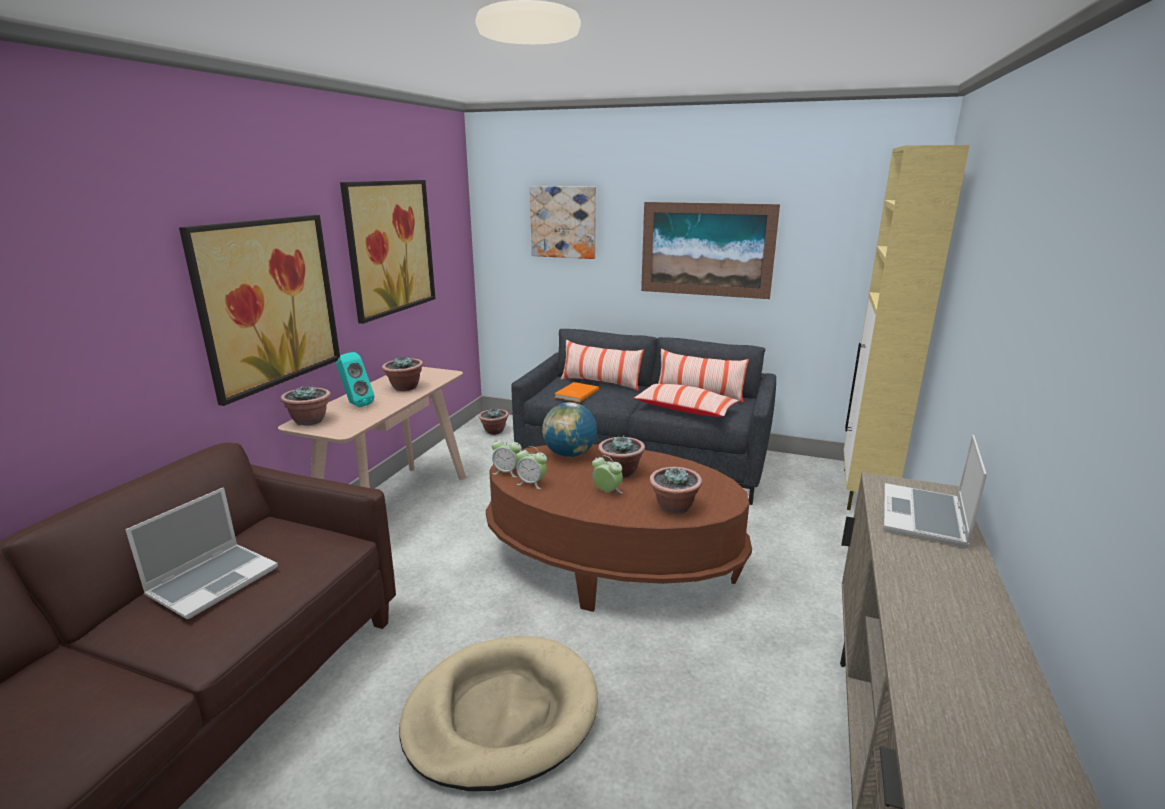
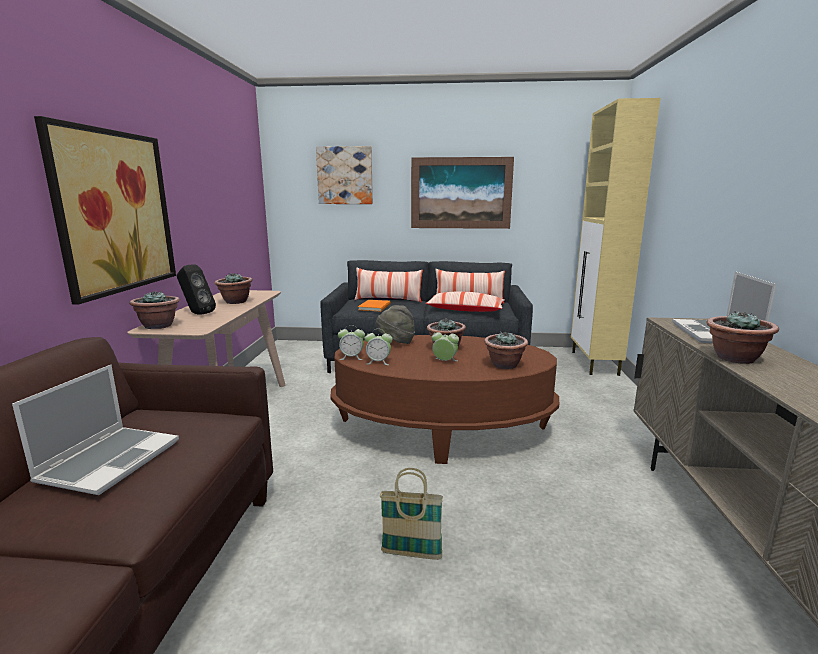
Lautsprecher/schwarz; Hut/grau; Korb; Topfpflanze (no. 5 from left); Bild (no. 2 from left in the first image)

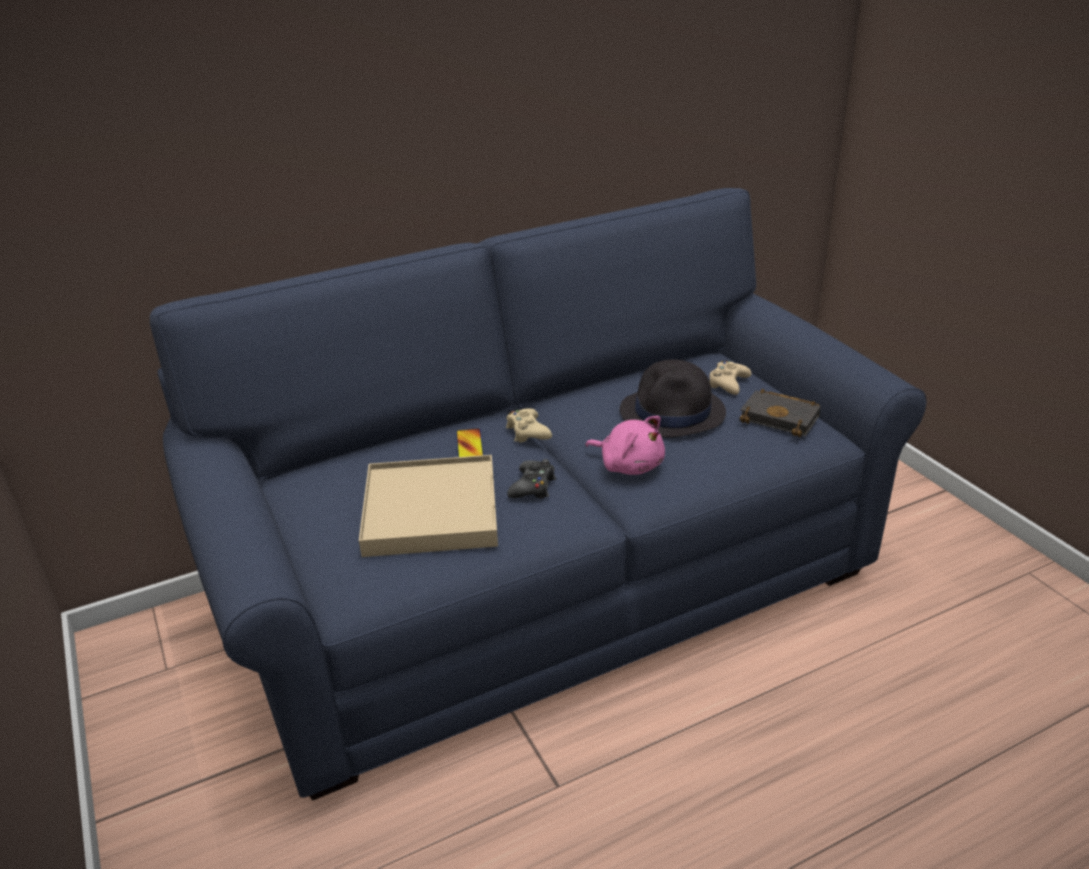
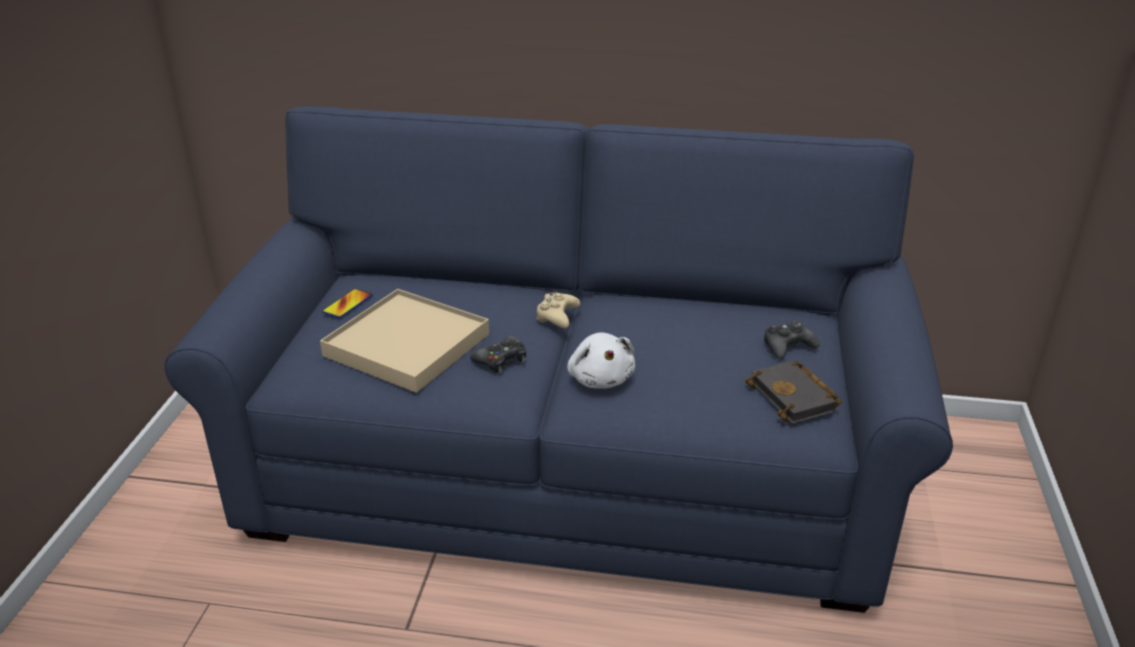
Handy; Plüschtier/weiß; Gamepad/schwarz (no. 2 from left); Hut/schwarz

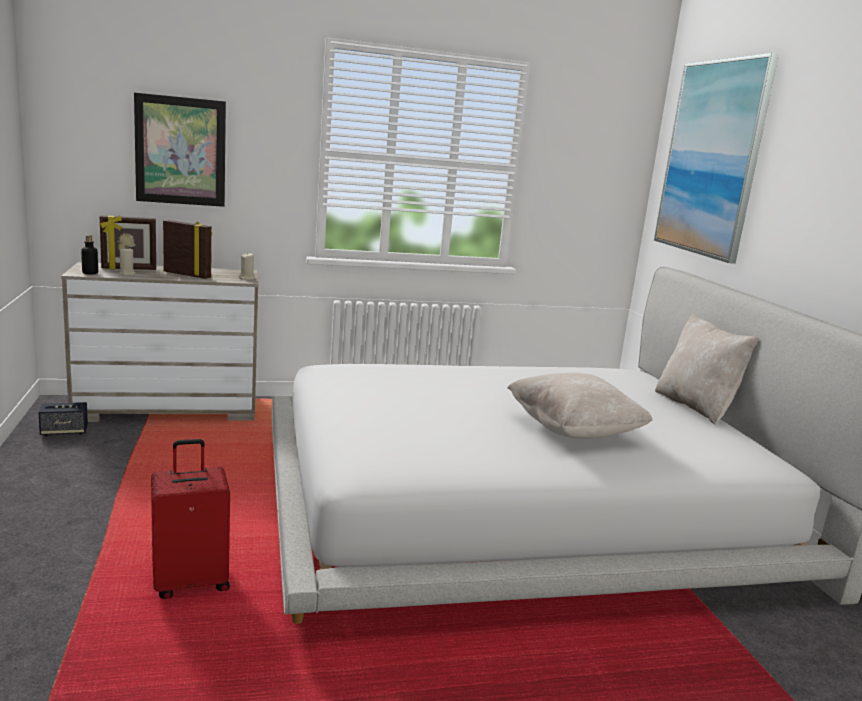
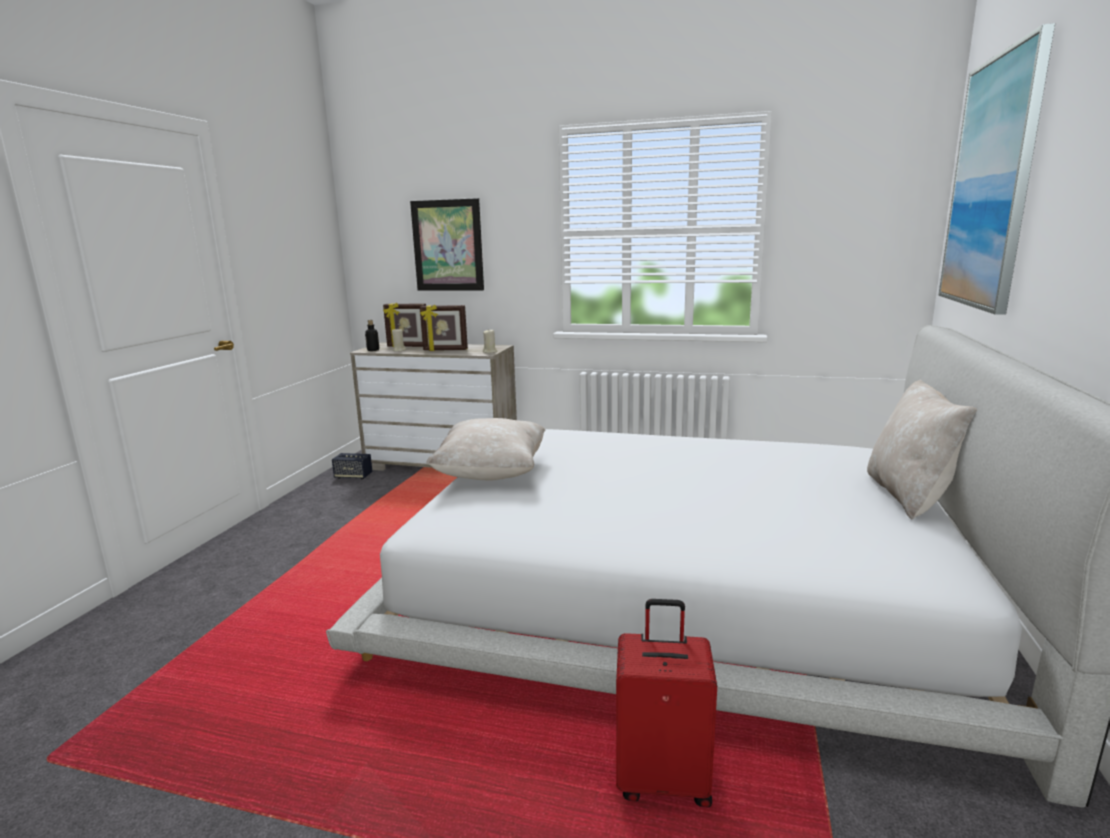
Bilderrahmen (no. 2 from left); Kissen/beige (no. 1 from left); Koffer/rot

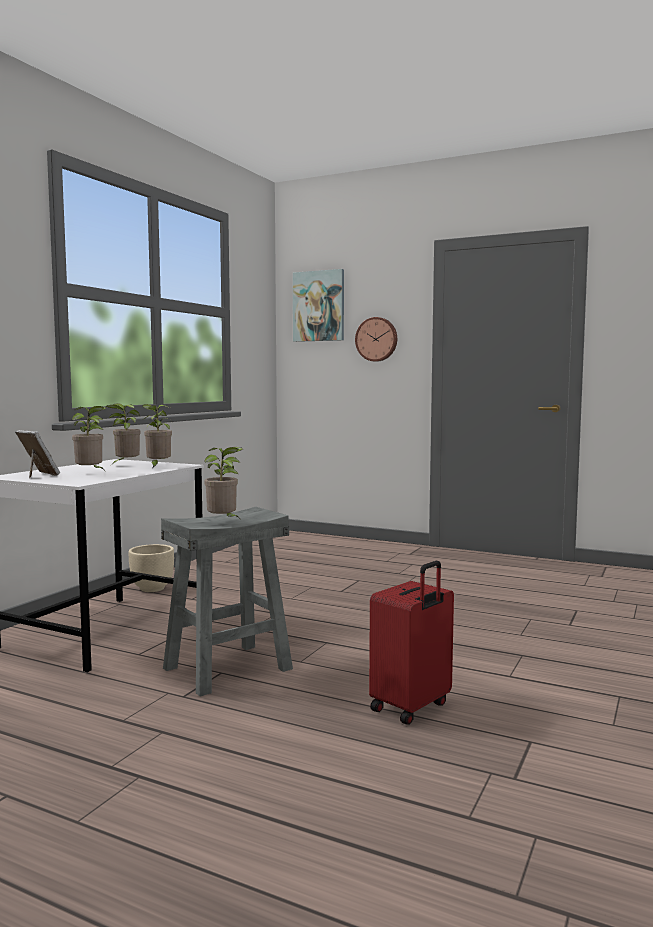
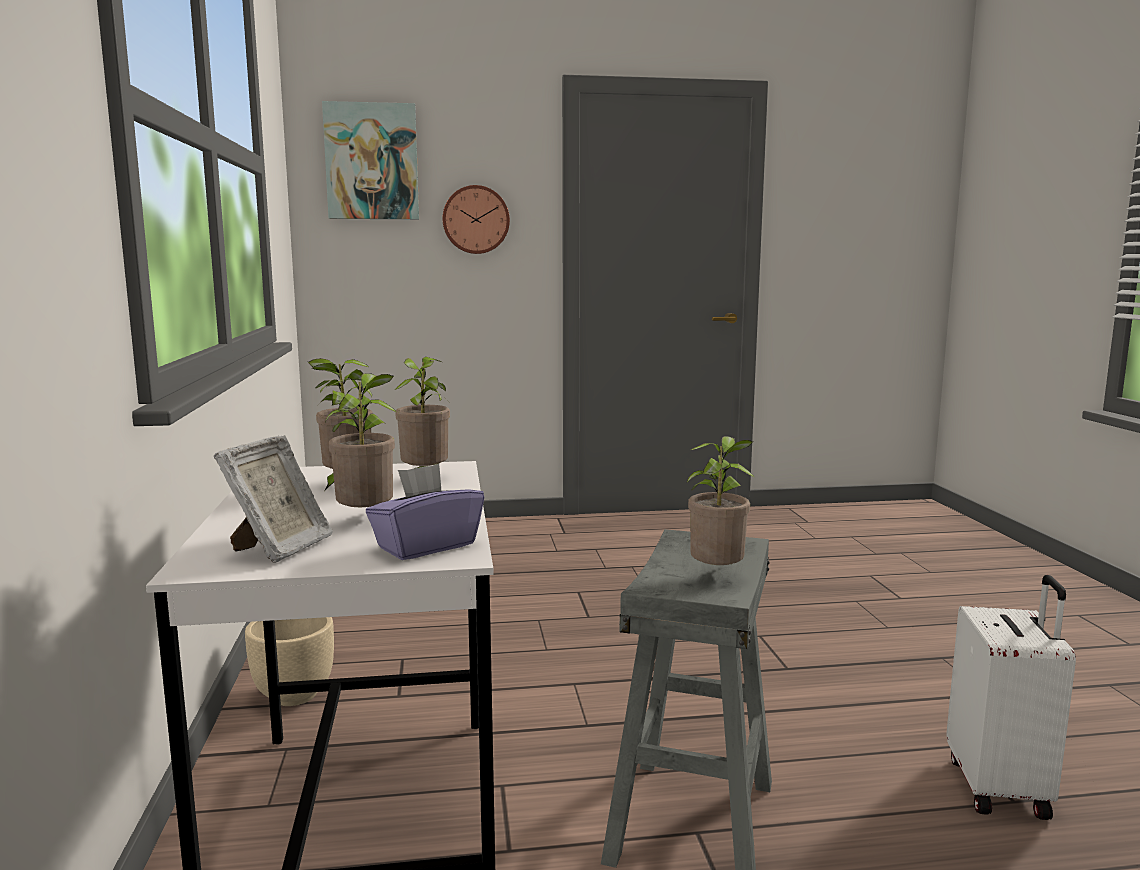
Bilderrahmen; Taschentuchbox/lila; Koffer/weiß

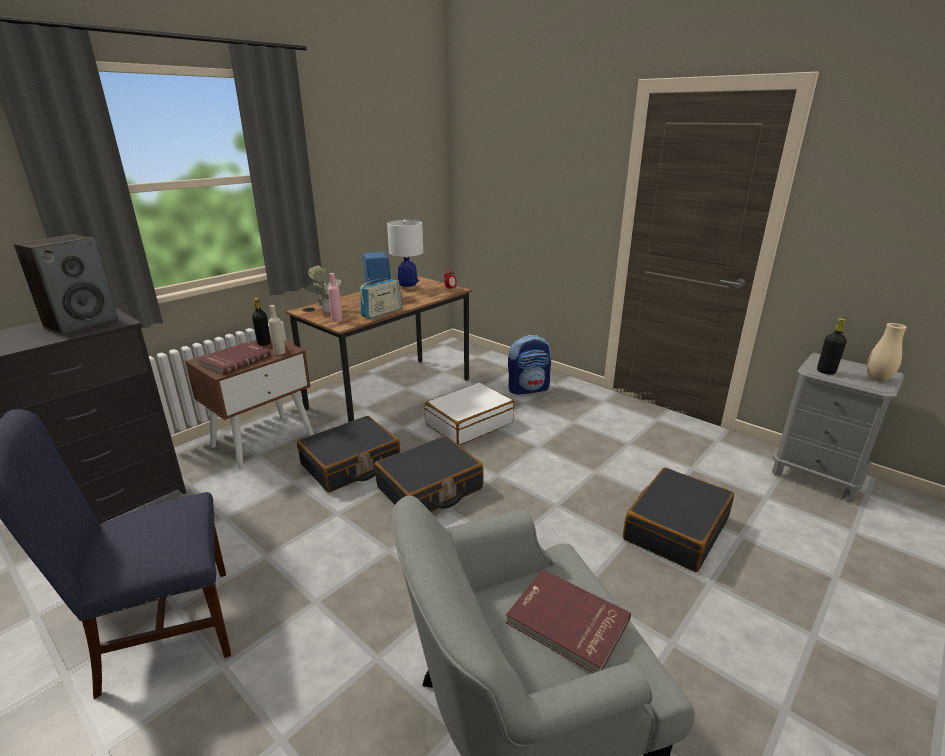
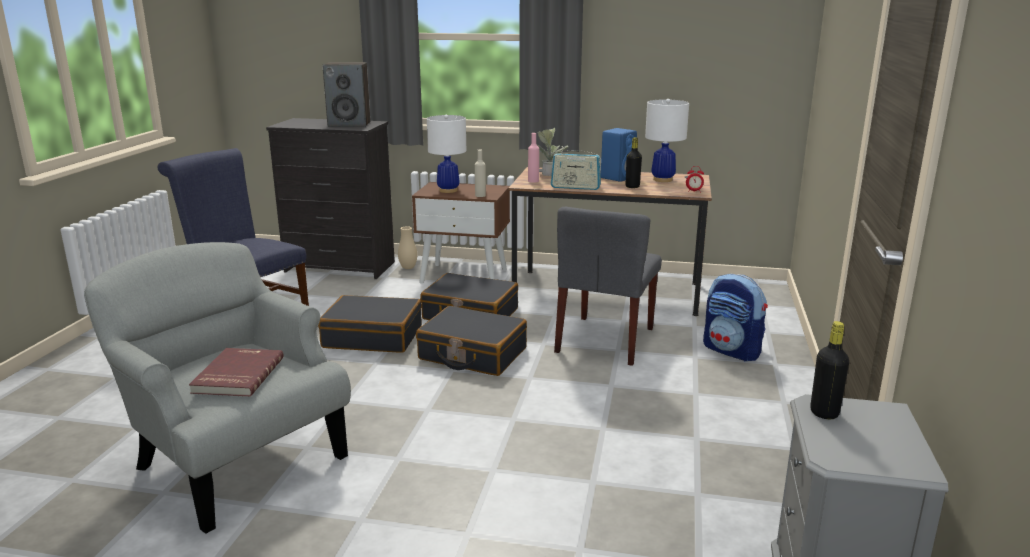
Koffer/schwarz (no. 1 from left); Vase/beige; Tischlampe/weiß (no. 1 from left); Stuhl/grau; Flasche/schwarz (no. 1 from left)

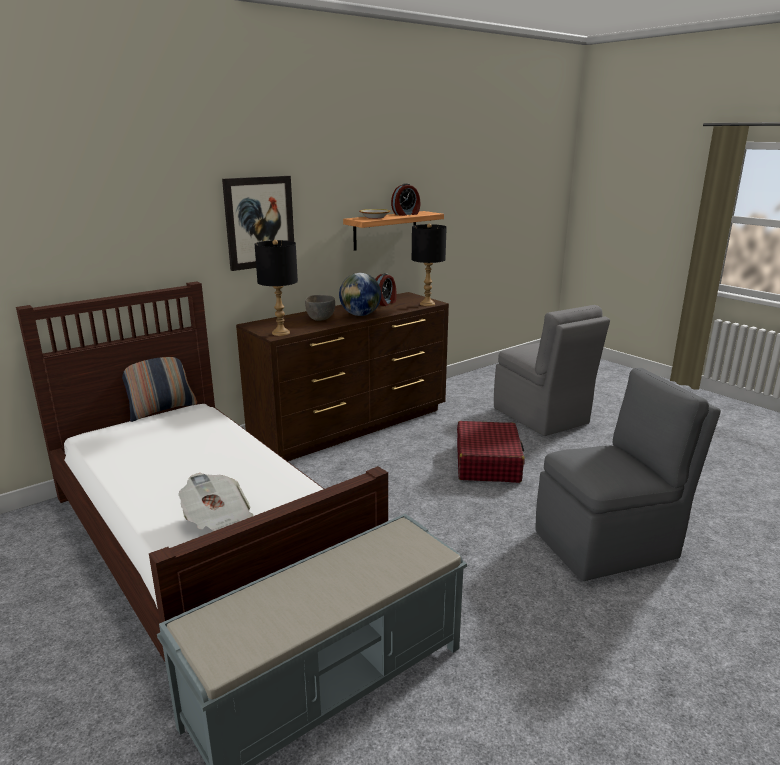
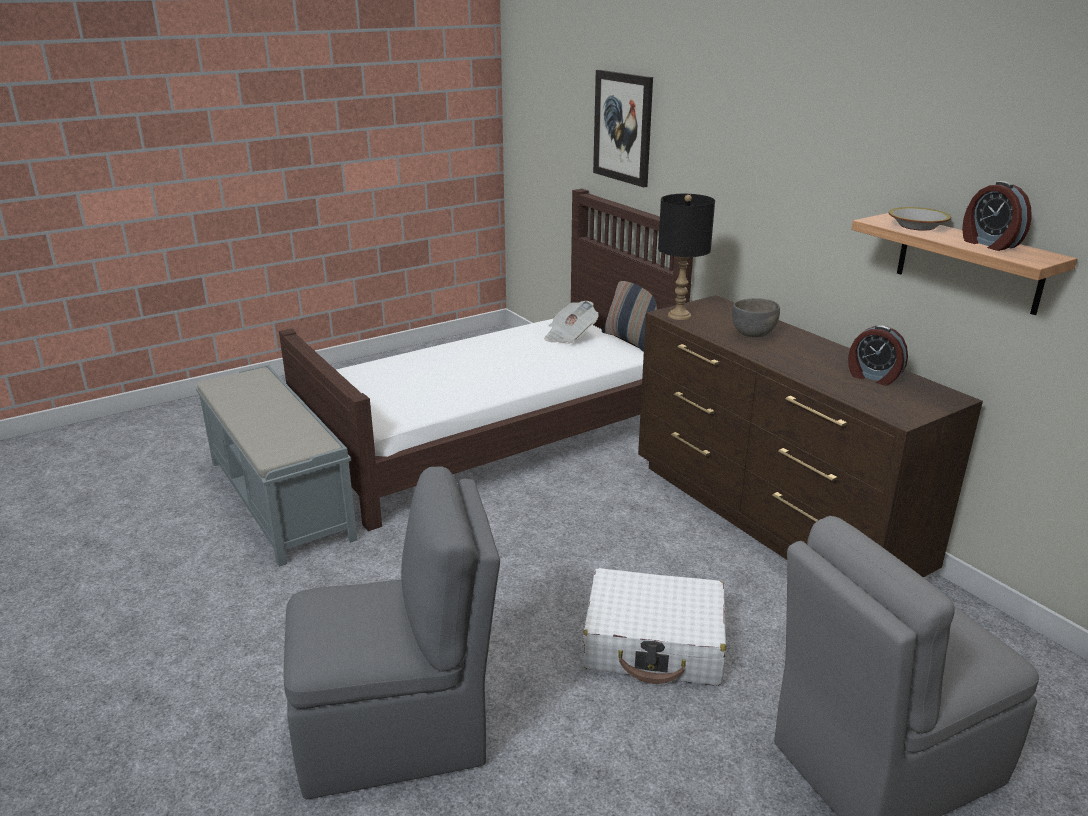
Stuhl/grau (no. 1 from left); Zeitung; Koffer/weiß; Bild; Globus; Tischlampe/schwarz (no. 2 from left in the first image)

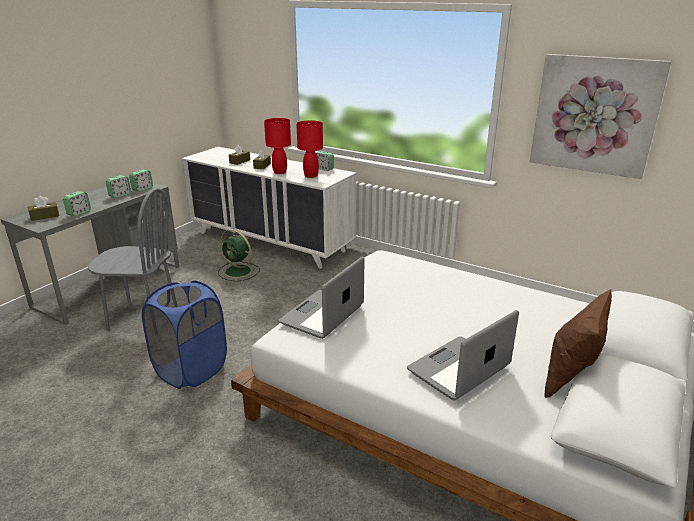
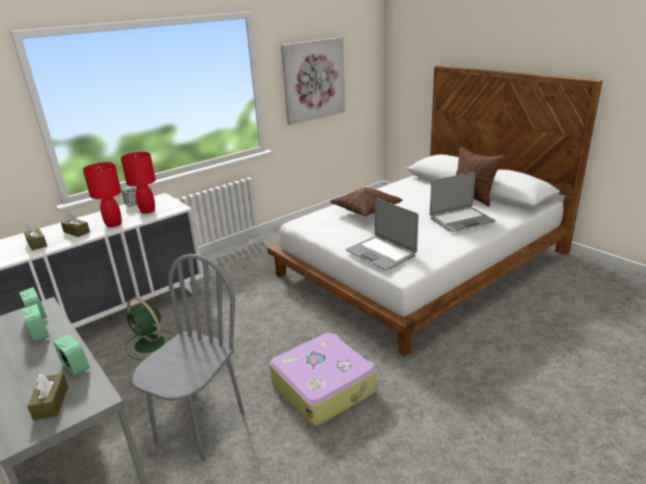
Ventilator/grün; Koffer; Kissen/braun (no. 1 from left); Laptop (no. 2 from left)

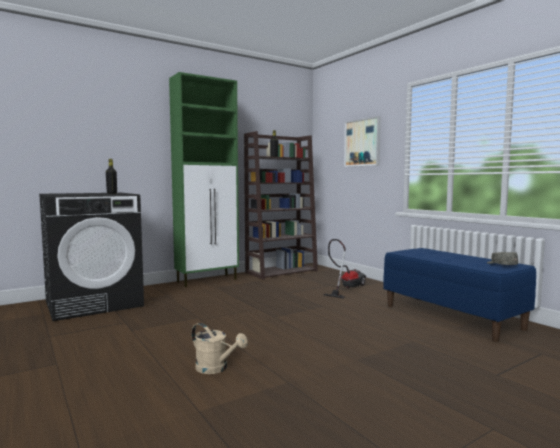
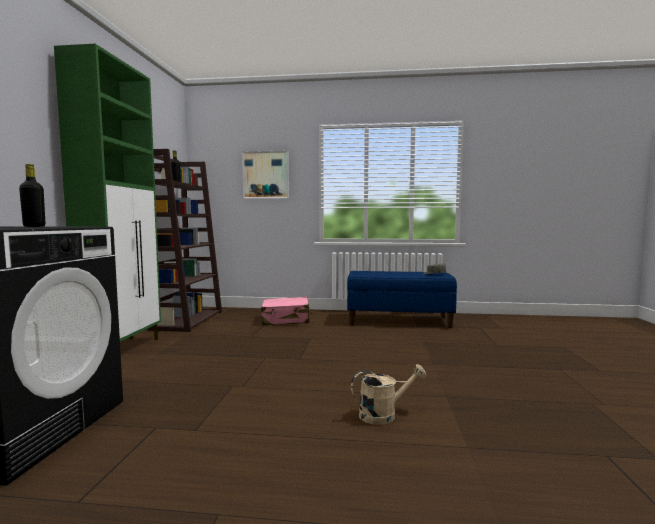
Koffer/rosa

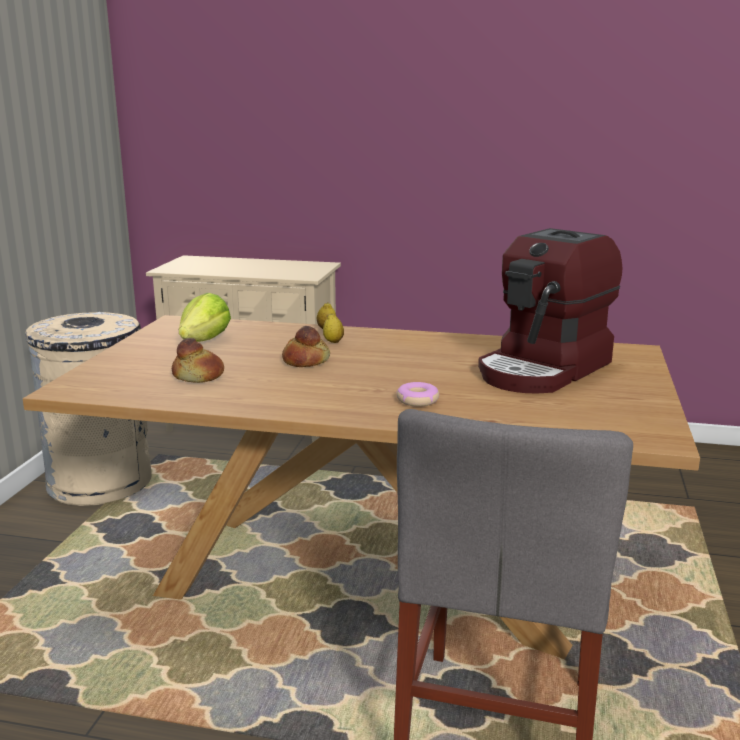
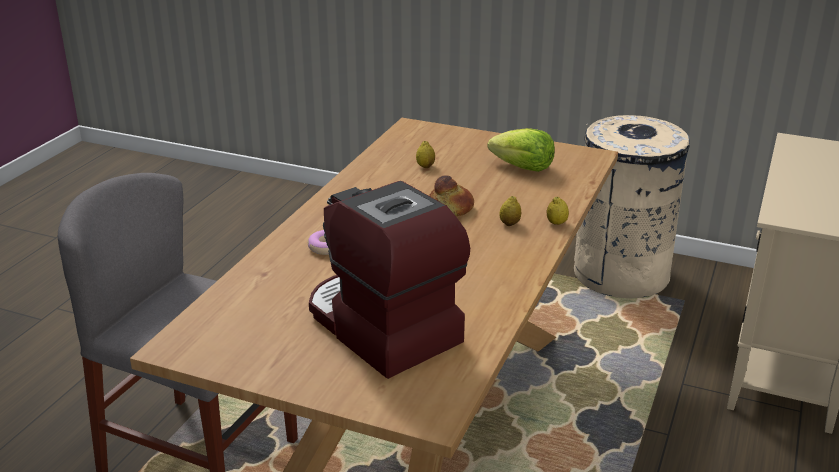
Zitrone (no. 1 from left)

